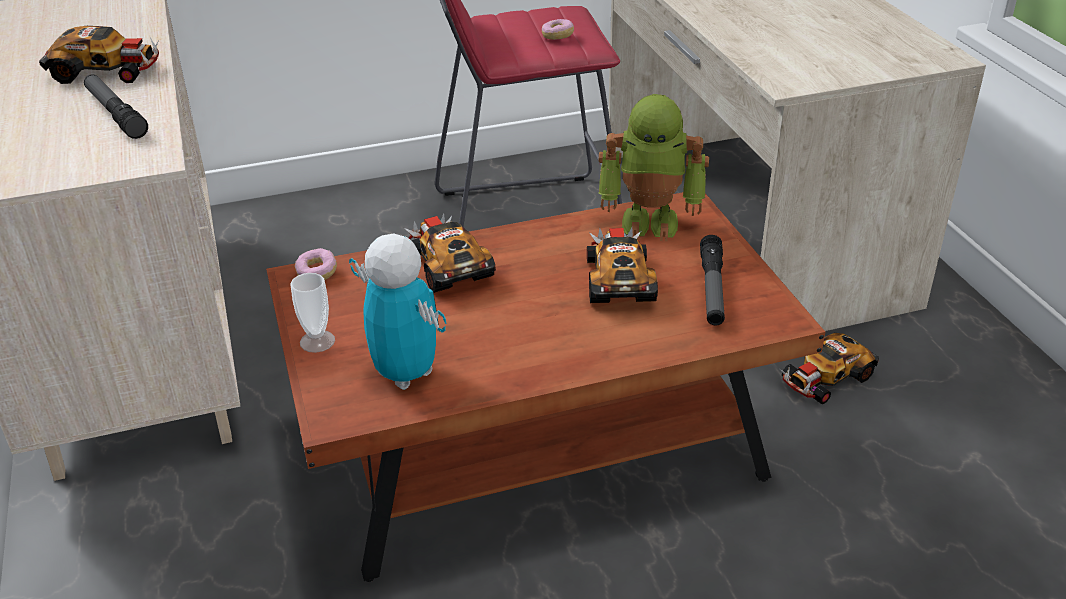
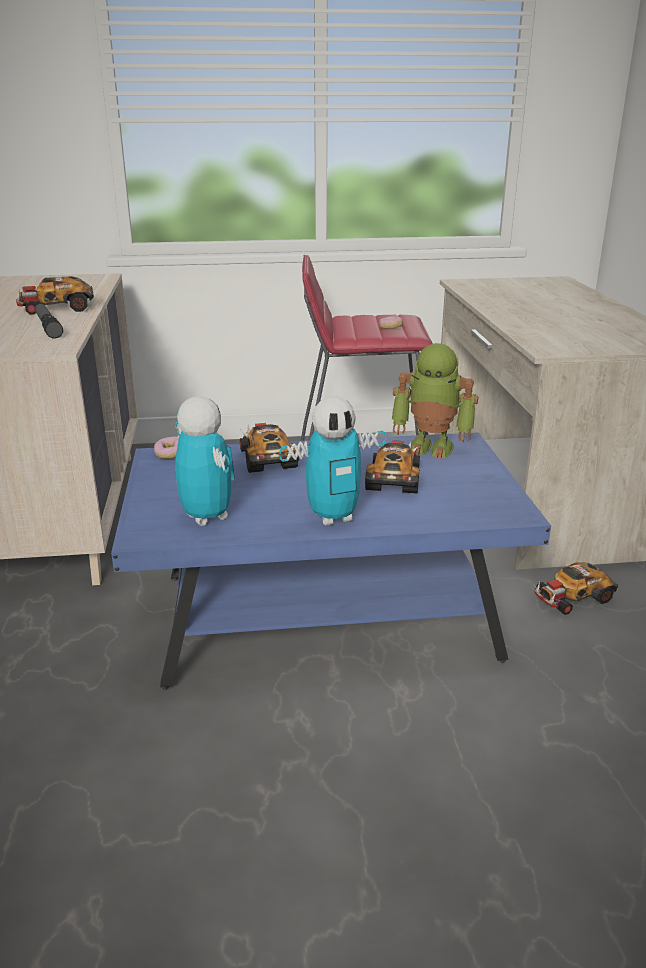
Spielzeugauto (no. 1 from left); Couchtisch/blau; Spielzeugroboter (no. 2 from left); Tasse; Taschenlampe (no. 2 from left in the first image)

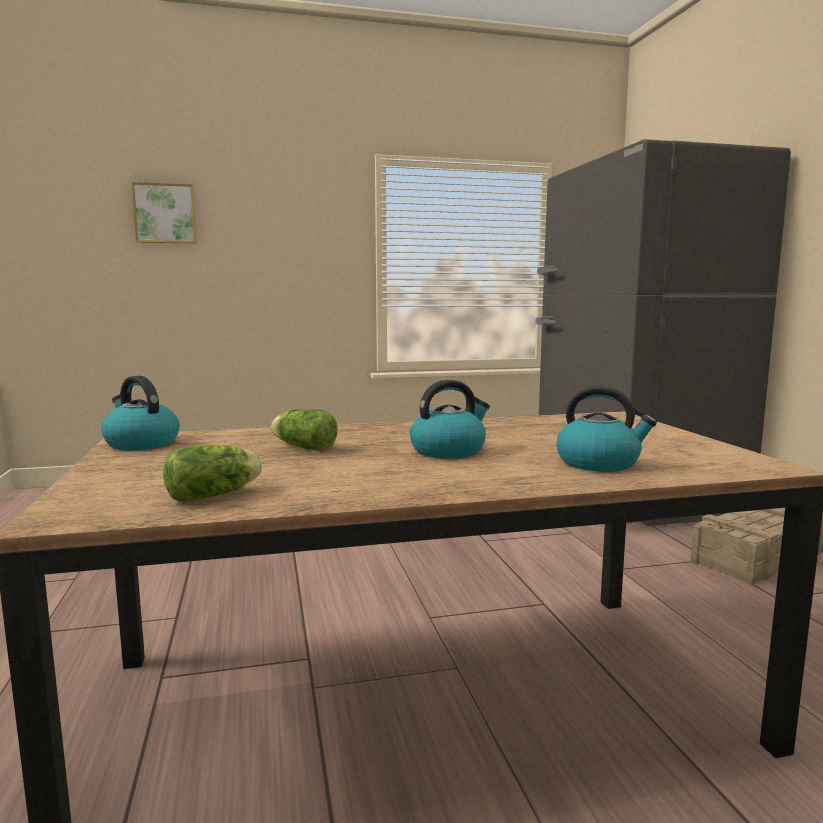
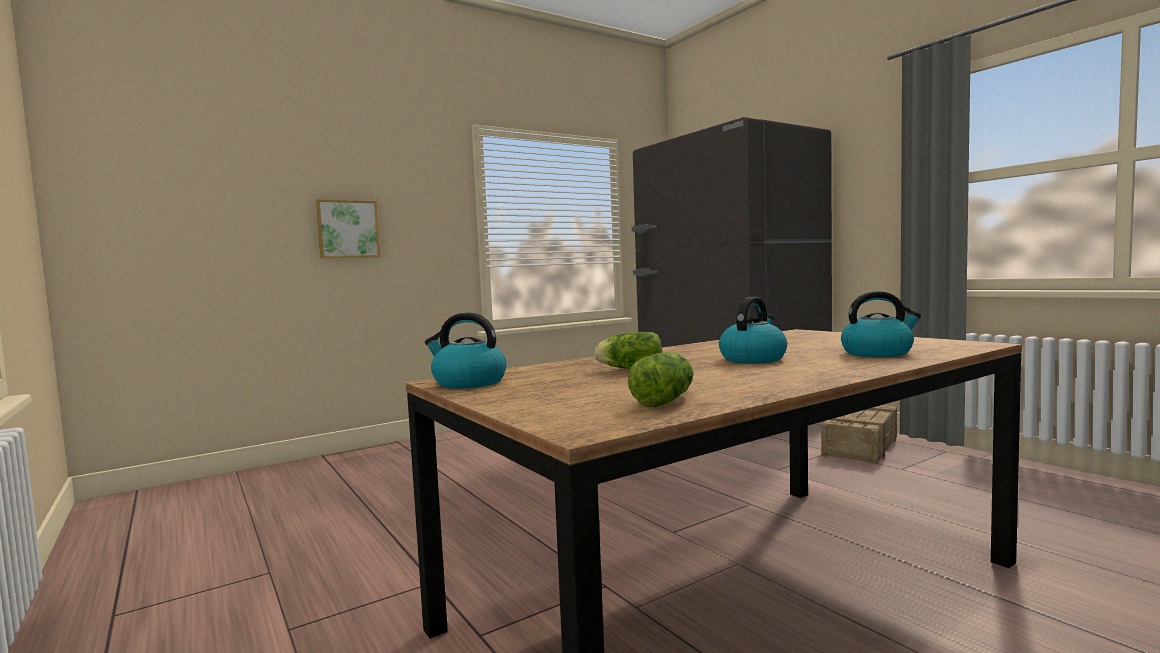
Bild

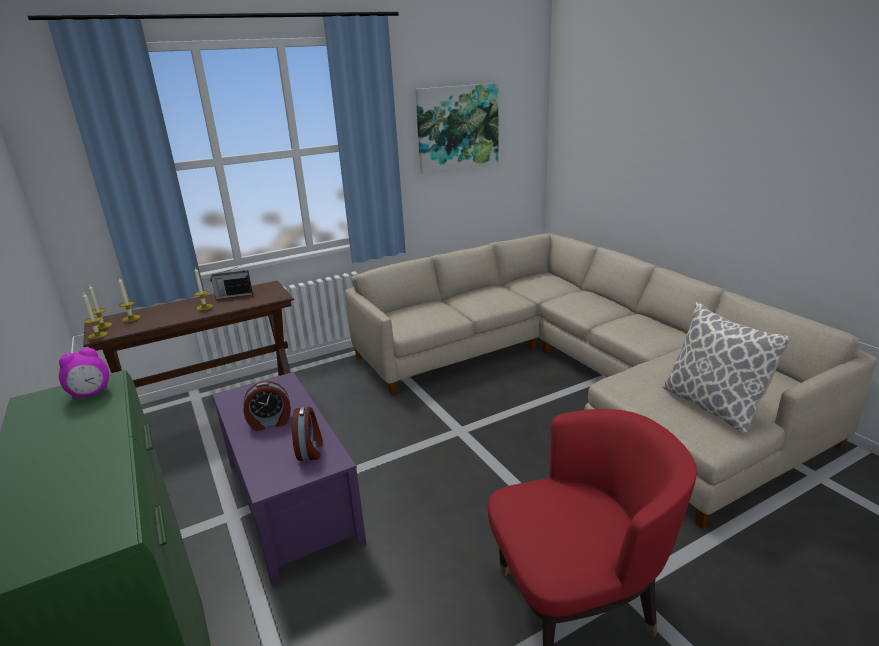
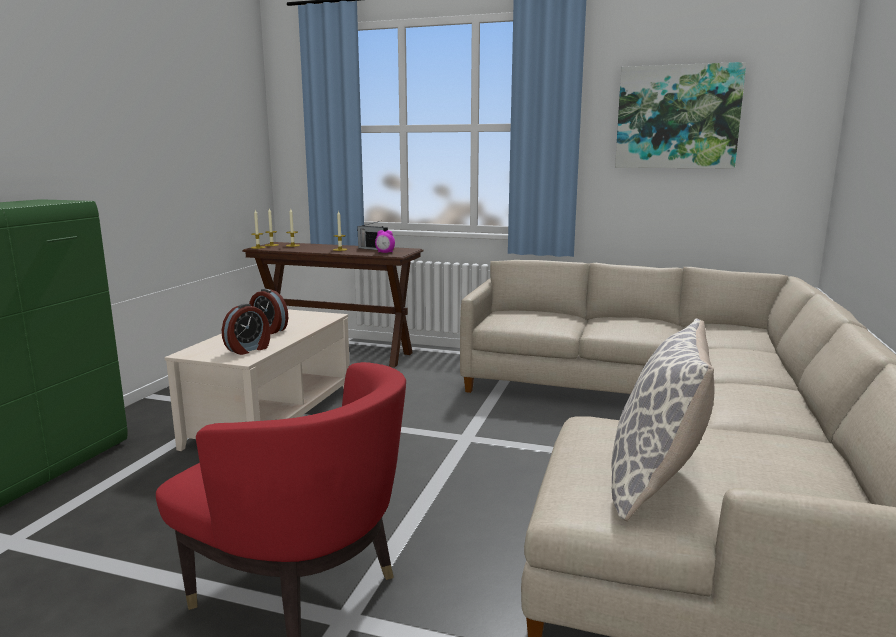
Couchtisch/beige; Wecker (no. 3 from left)

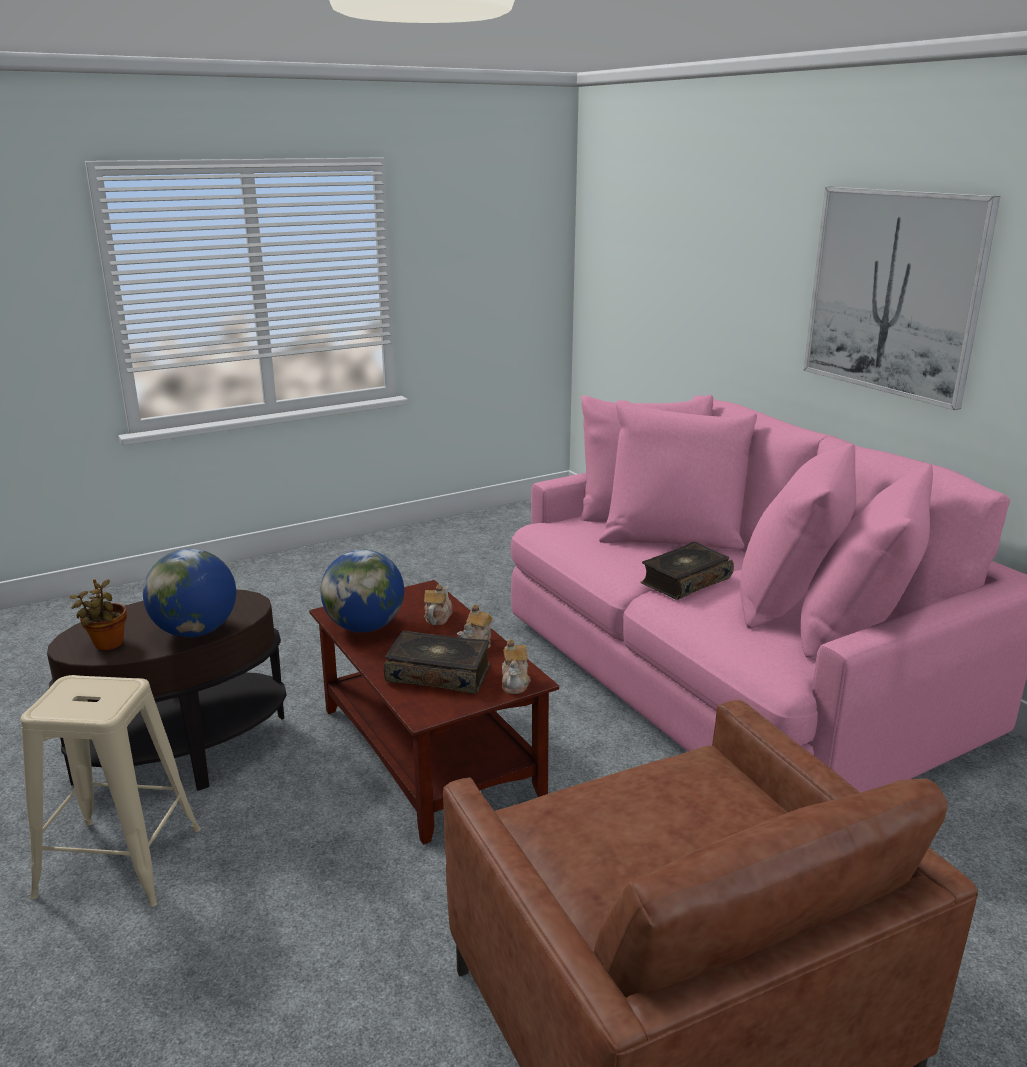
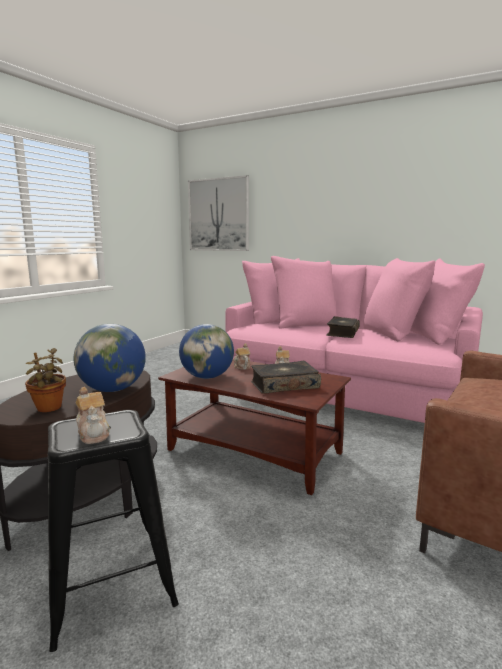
Hocker/schwarz; Teekanne (no. 1 from left); Bild

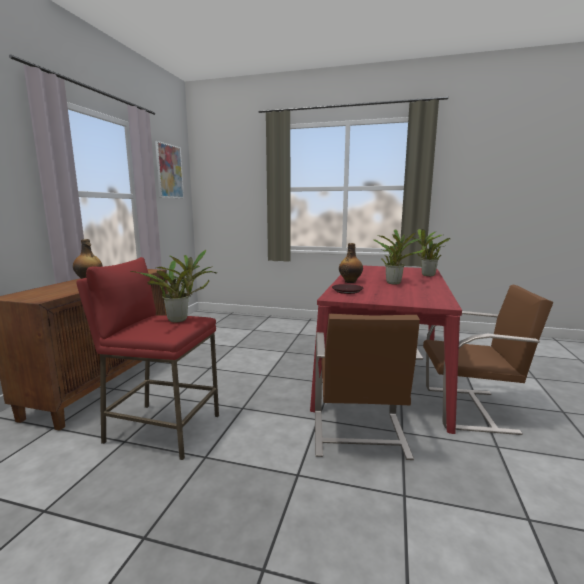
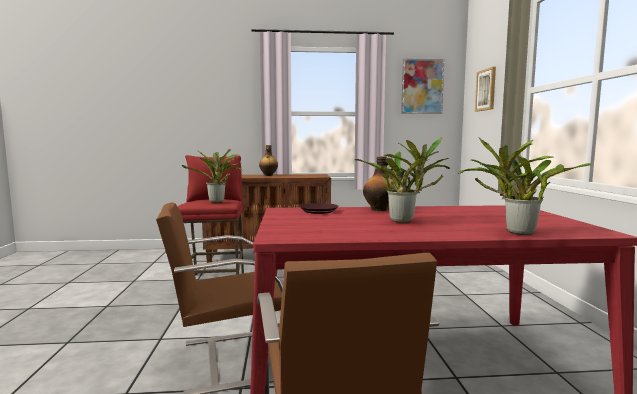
Bild (no. 2 from left)

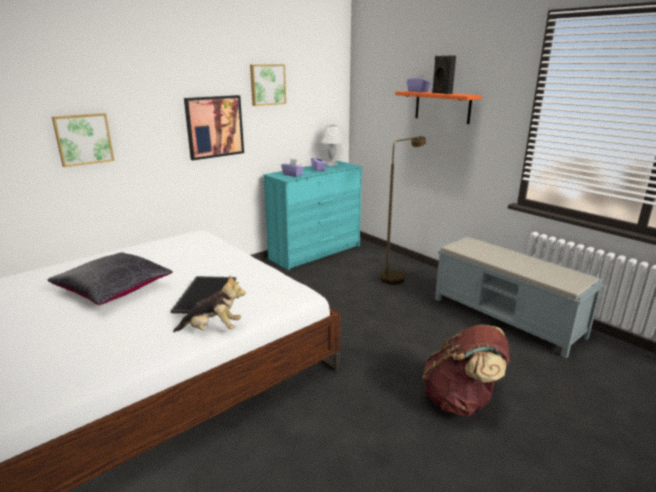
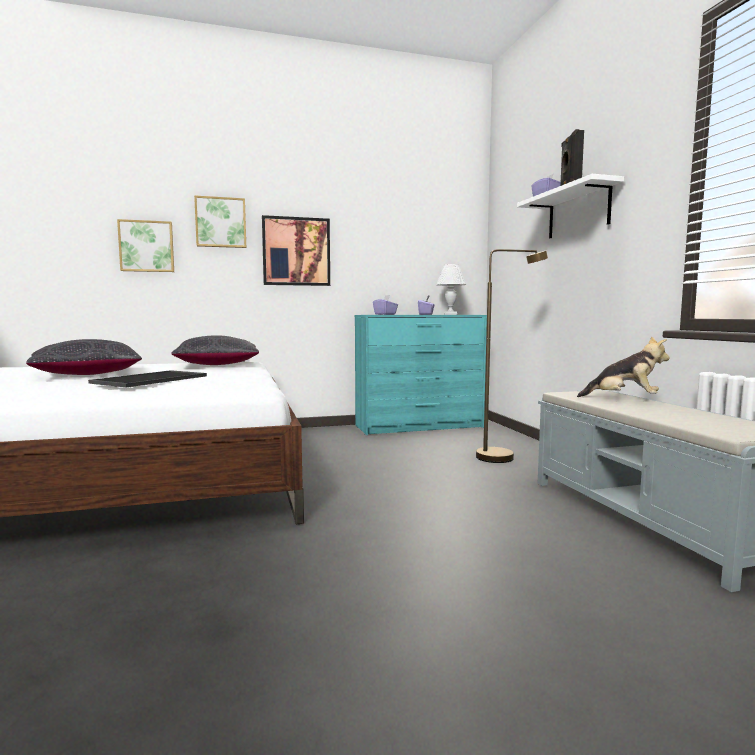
Kissen/schwarz (no. 2 from left); Bild (no. 2 from left); Wandregal/weiß; Plüschtier; Rucksack/braun

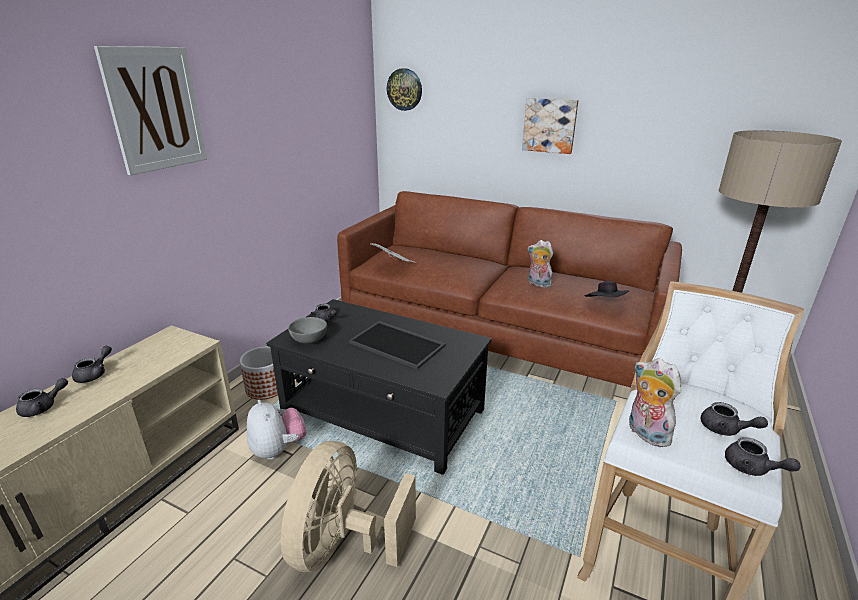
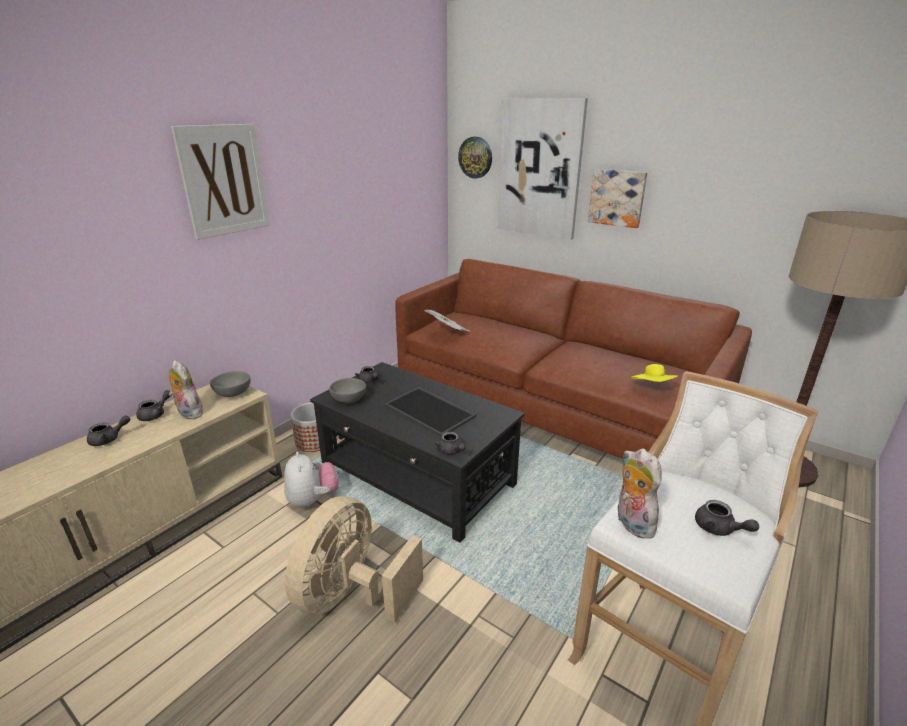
Plüschtier (no. 1 from left); Schüssel/grau (no. 1 from left); Teekanne/grau (no. 4 from left); Bild (no. 2 from left); Hut/gelb

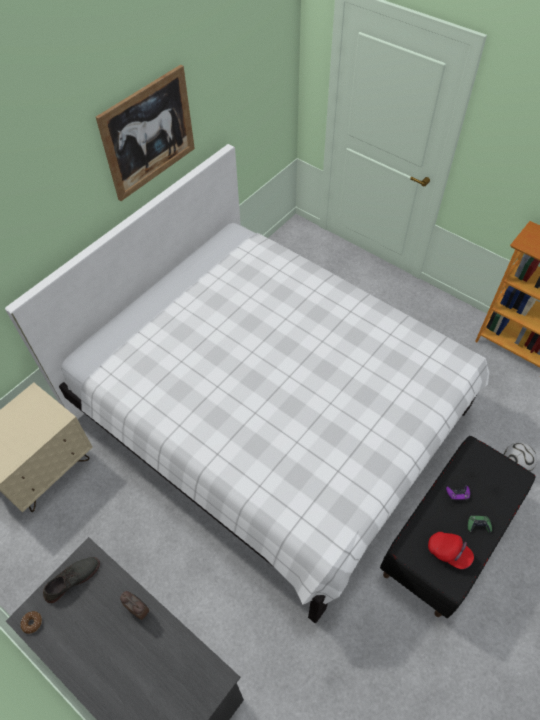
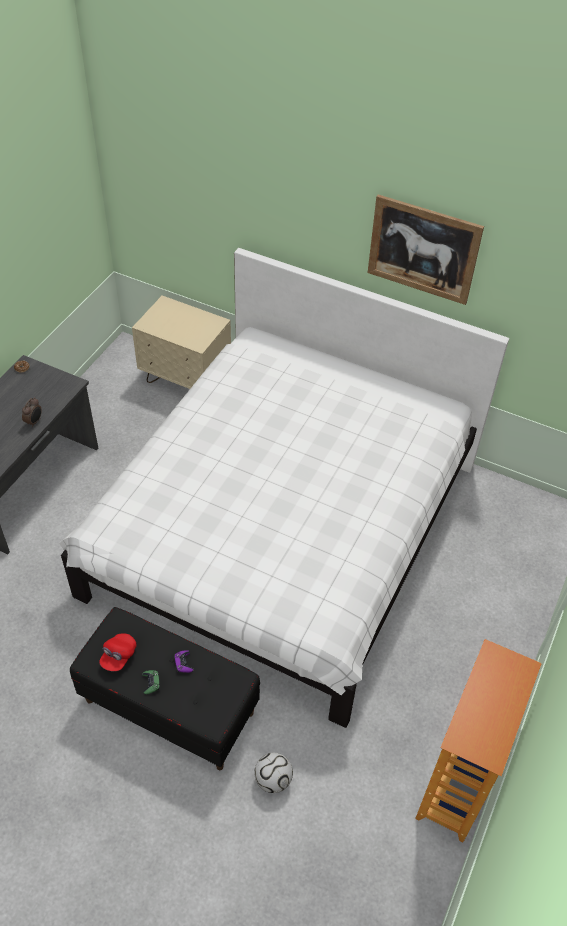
Schuh/grau

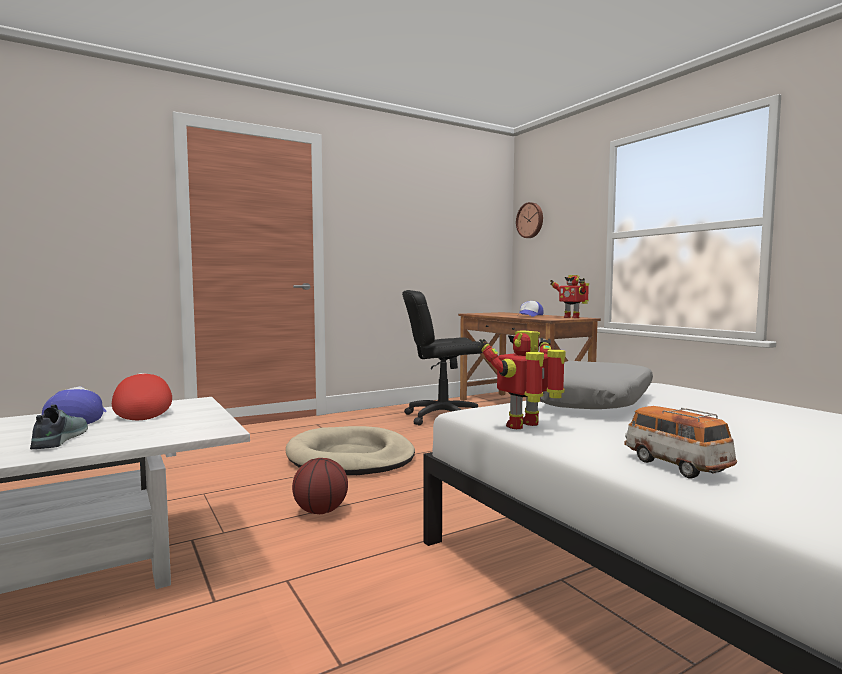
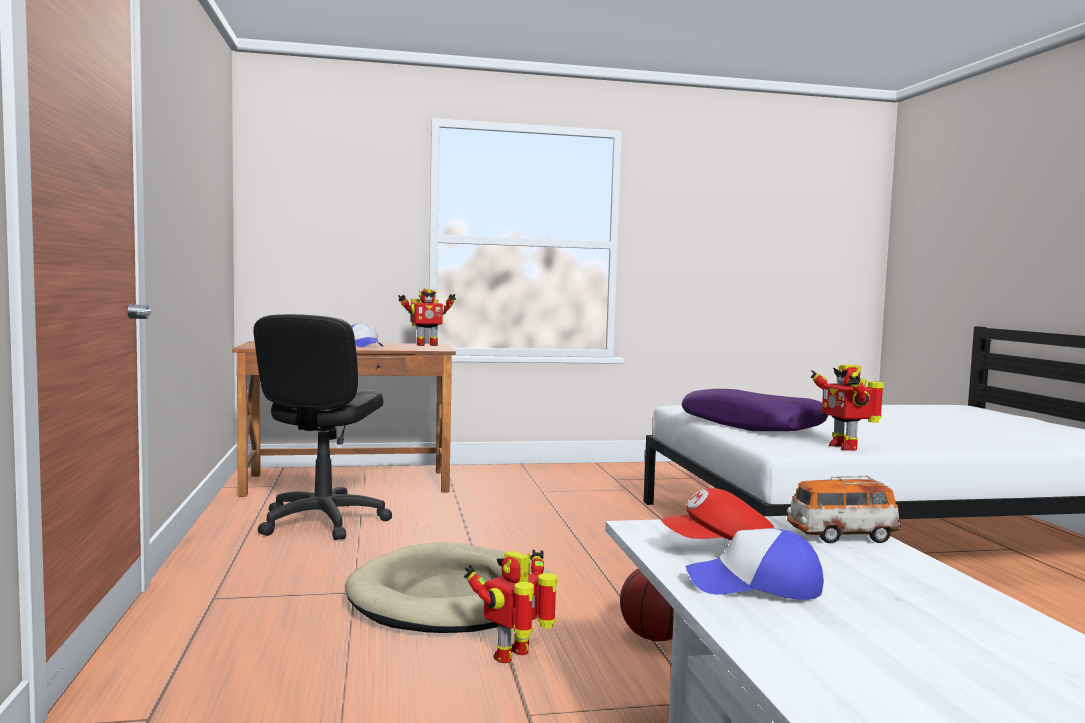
Spielzeugroboter (no. 2 from left); Kissen/lila; Spielzeugauto; Schuh; Wanduhr

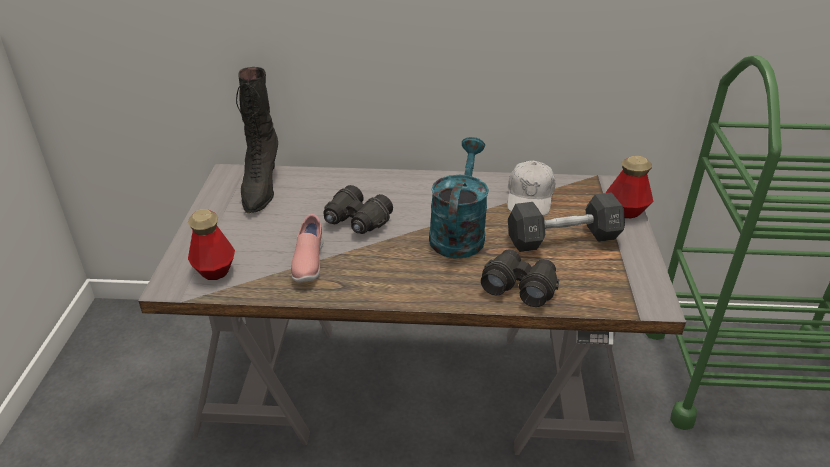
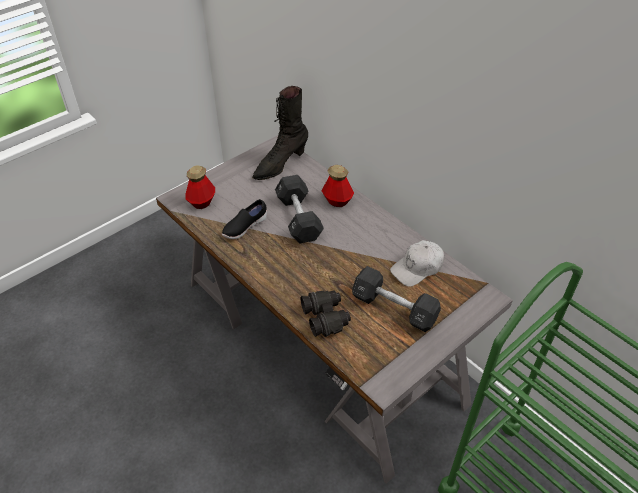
Schuh/schwarz; Hantel/schwarz (no. 1 from left); Flasche (no. 2 from left); Gießkanne/türkis

